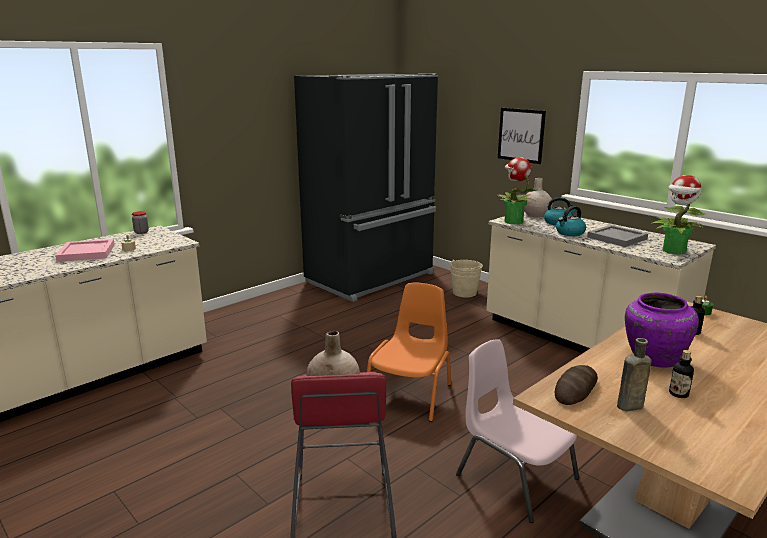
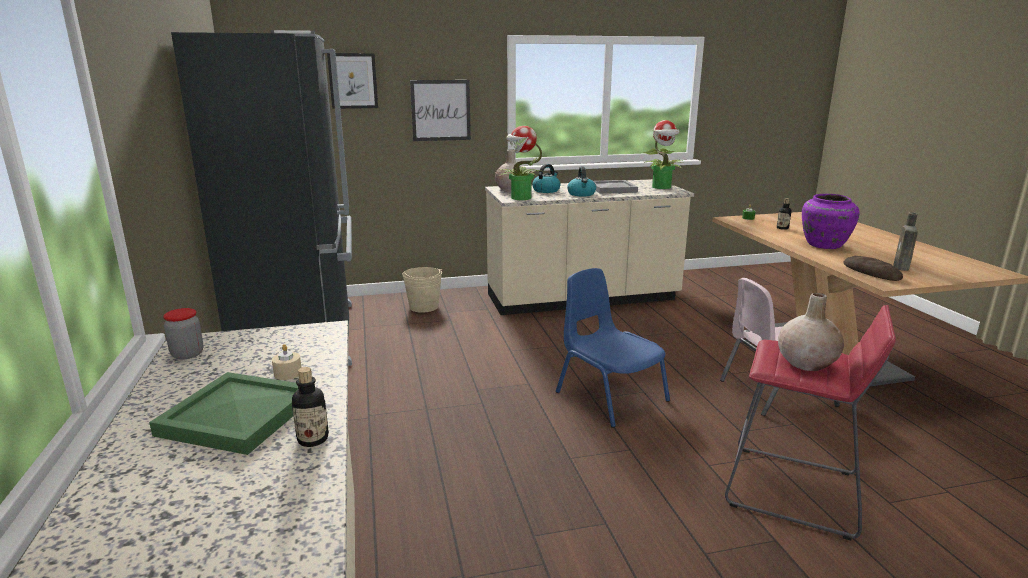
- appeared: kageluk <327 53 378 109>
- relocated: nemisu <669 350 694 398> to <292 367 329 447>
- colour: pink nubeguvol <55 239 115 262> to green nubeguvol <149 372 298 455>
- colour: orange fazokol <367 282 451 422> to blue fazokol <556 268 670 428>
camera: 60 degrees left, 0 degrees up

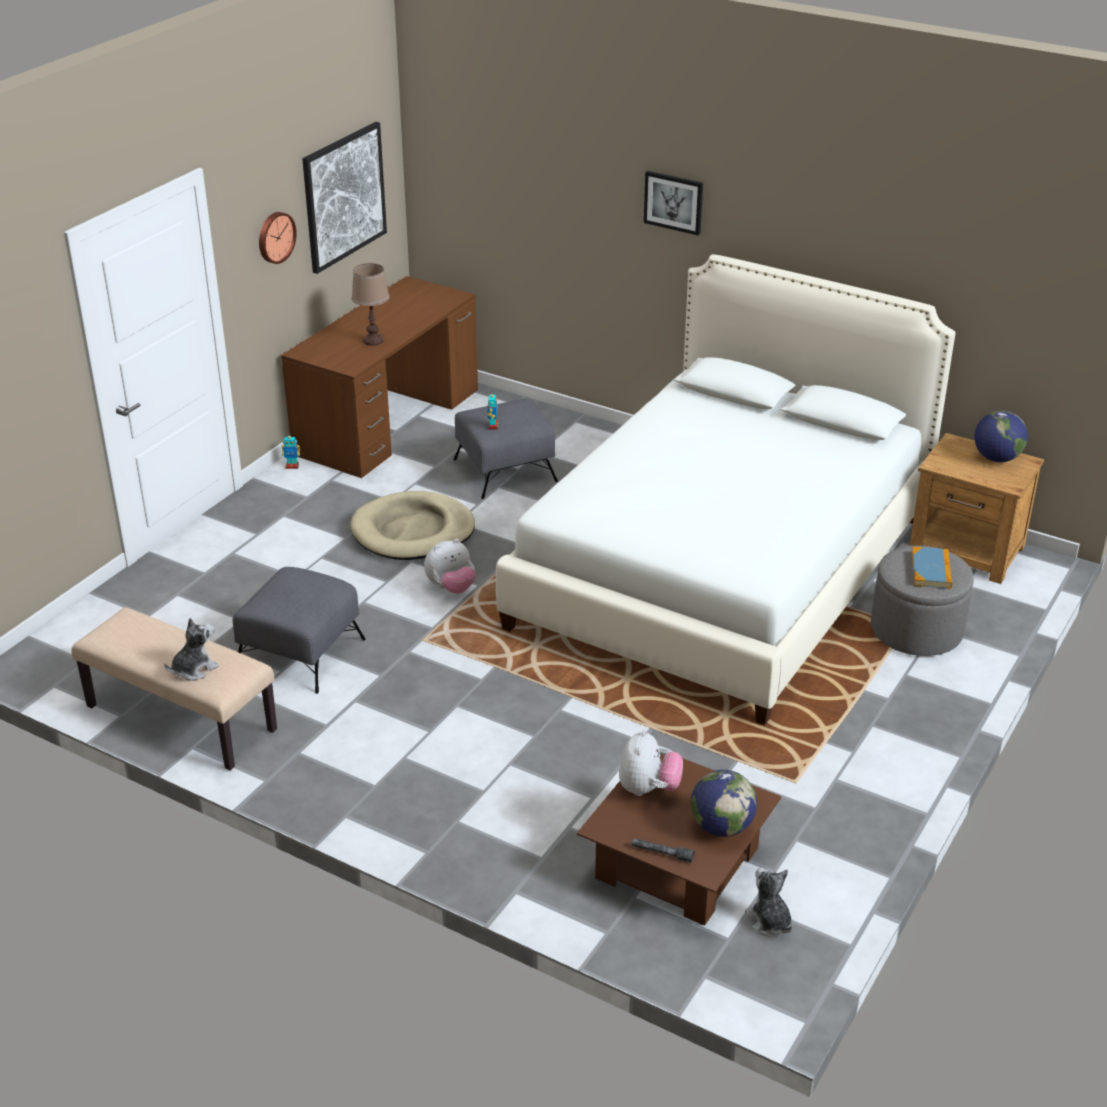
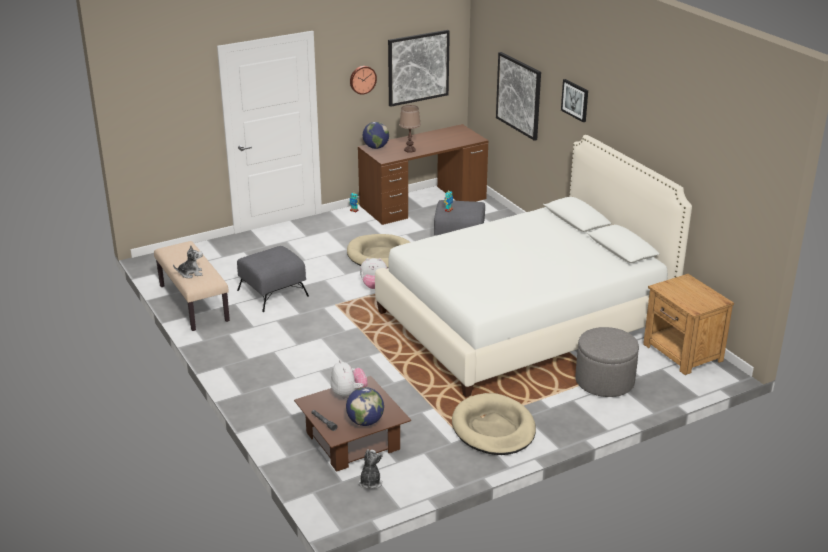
- missing: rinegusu <912 547 952 589>
- appeared: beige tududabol <452 393 536 455>
- appeared: kageluk <496 52 541 141>
- relocated: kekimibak <974 410 1028 462> to <363 122 389 149>
- spun: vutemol <619 730 683 796> = <331 360 368 399> 60 degrees counterclockwise
camera: 30 degrees right, 5 degrees down

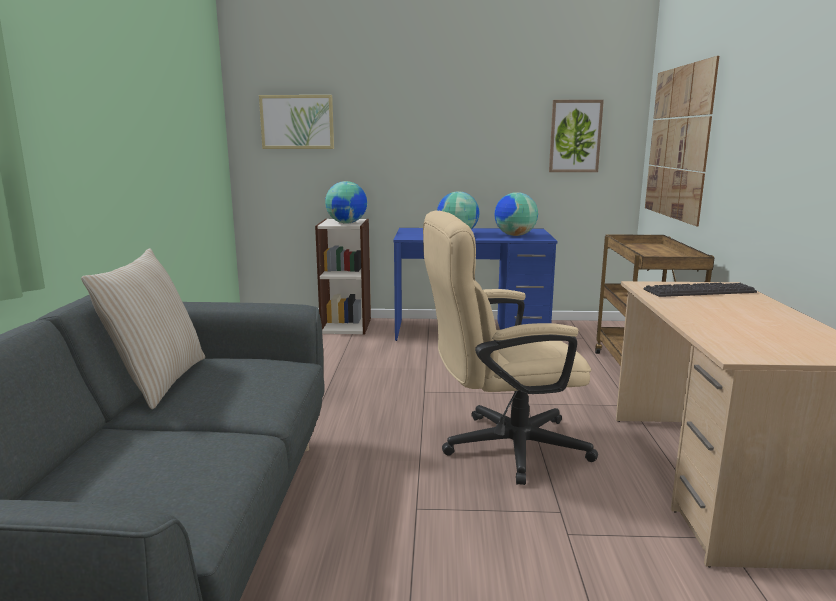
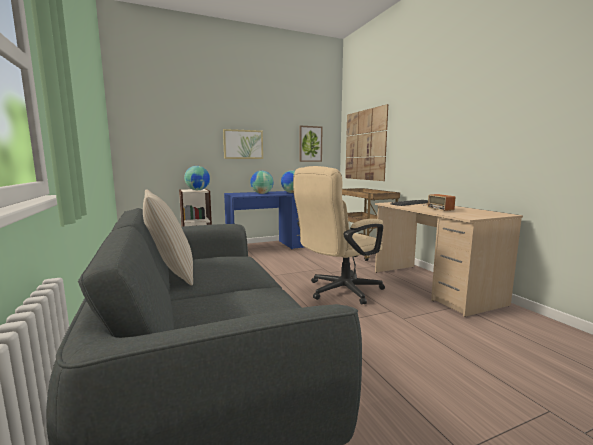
- appeared: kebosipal <422 194 455 211>
- relocated: kageluk <259 95 334 149> to <223 129 263 159>
camera: 25 degrees left, 5 degrees down

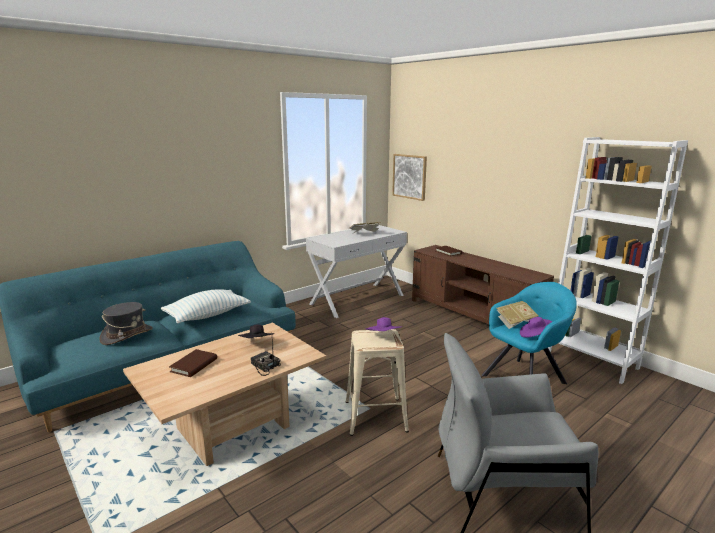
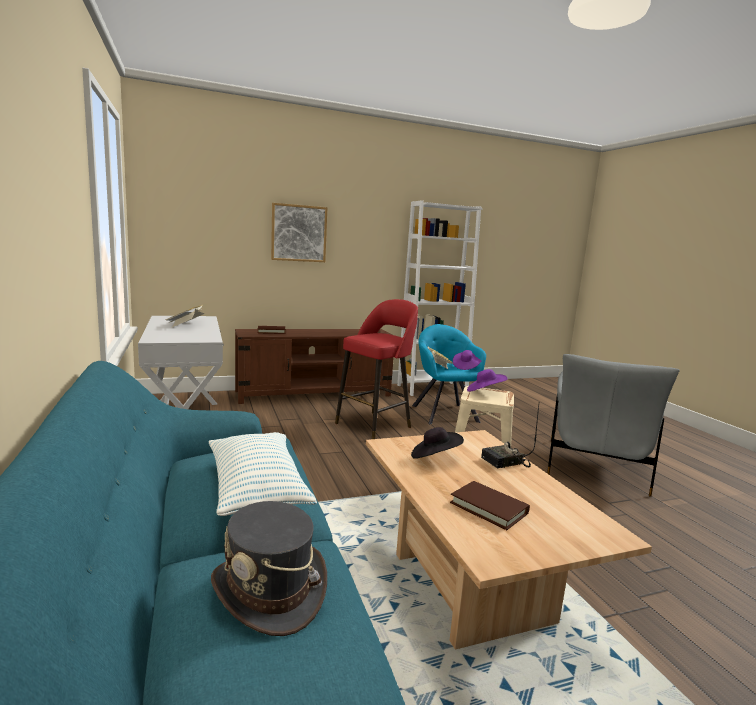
- appeared: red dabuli <335 299 418 439>
- relocated: kageluk <392 154 427 201> to <271 203 328 262>
camera: 70 degrees left, 5 degrees down

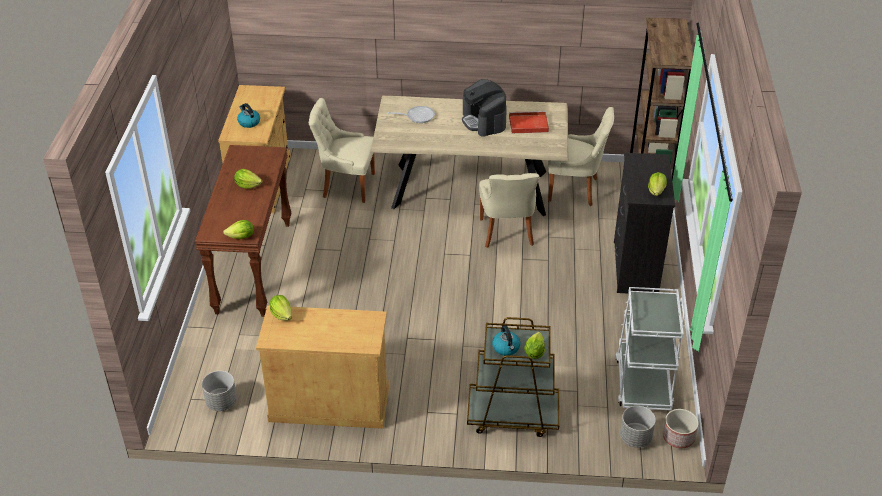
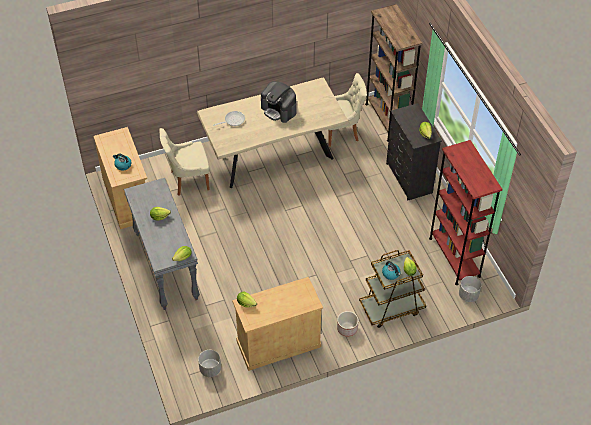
- missing: beige fazokol <479 173 540 248>
- missing: red nubeguvol <509 111 549 133>
- relocated: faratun <663 409 699 449> to <337 311 359 337>
- exchanged: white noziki <616 287 685 410> to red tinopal <429 140 502 285>
- colour: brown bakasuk <195 145 291 317> to grey bakasuk <124 178 200 310>
camera: 25 degrees left, 10 degrees up

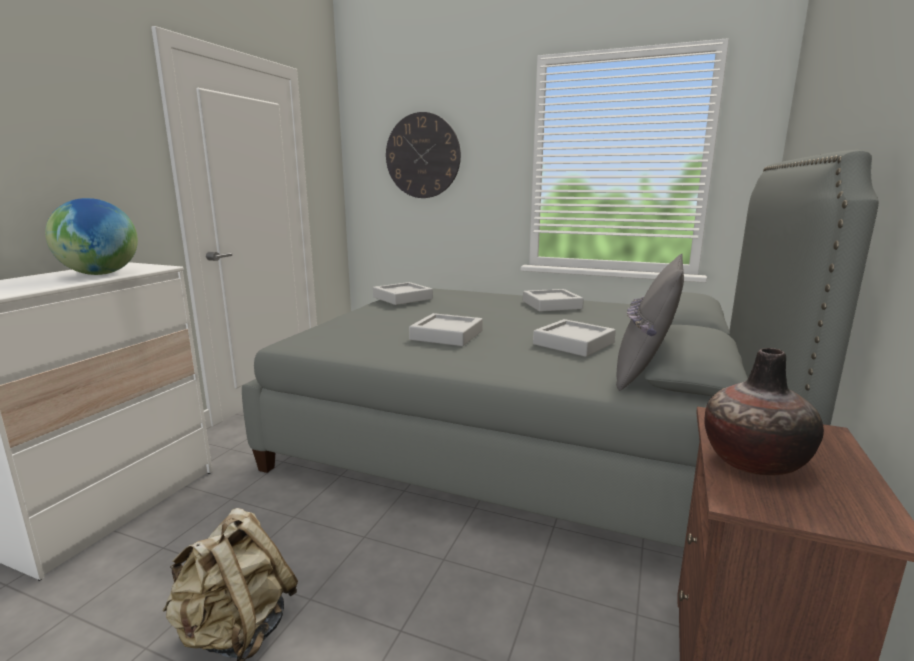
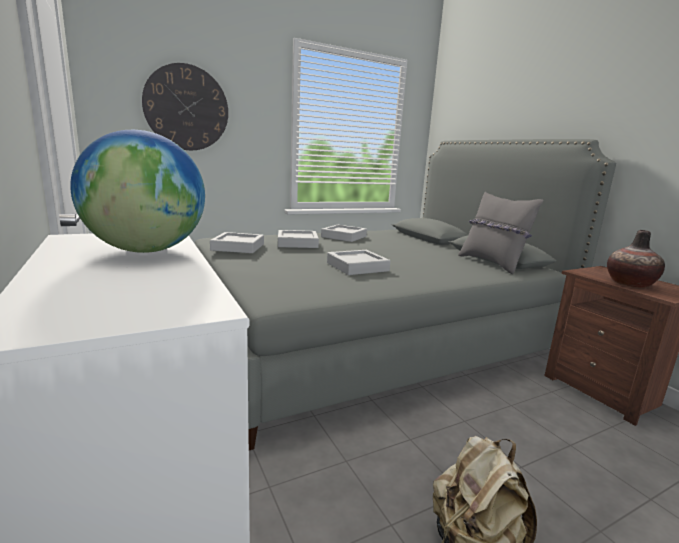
- relocated: grey nubeguvol <533 319 616 357> to <278 230 319 248>
camera: 50 degrees left, 0 degrees up

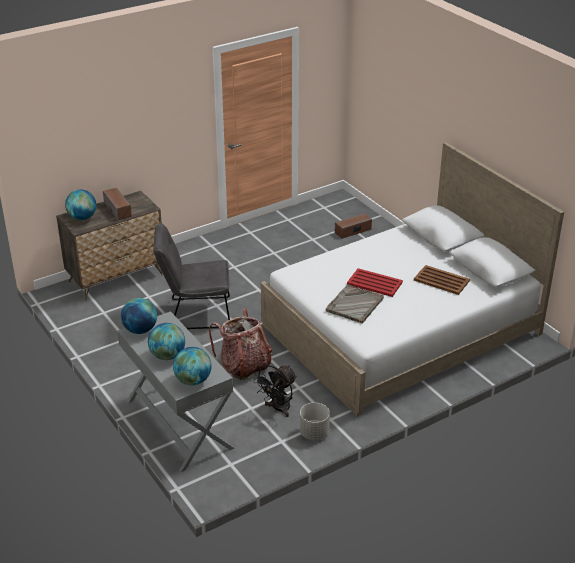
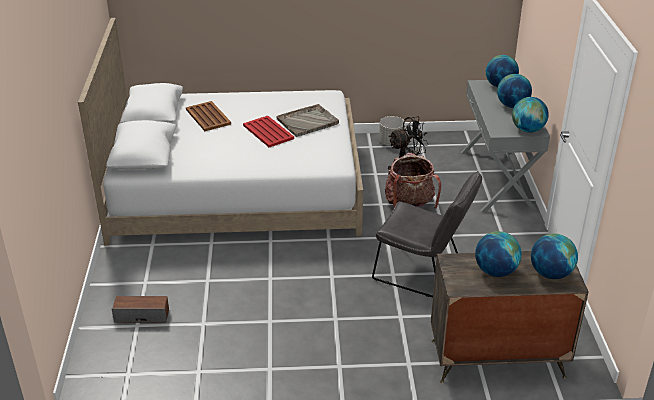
- exchanged: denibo <103 188 132 220> to kekimibak <475 231 522 277>
camera: 150 degrees left, 0 degrees up

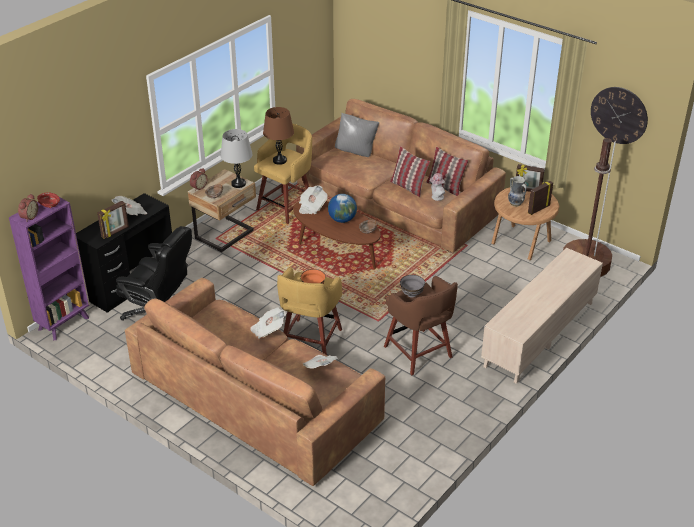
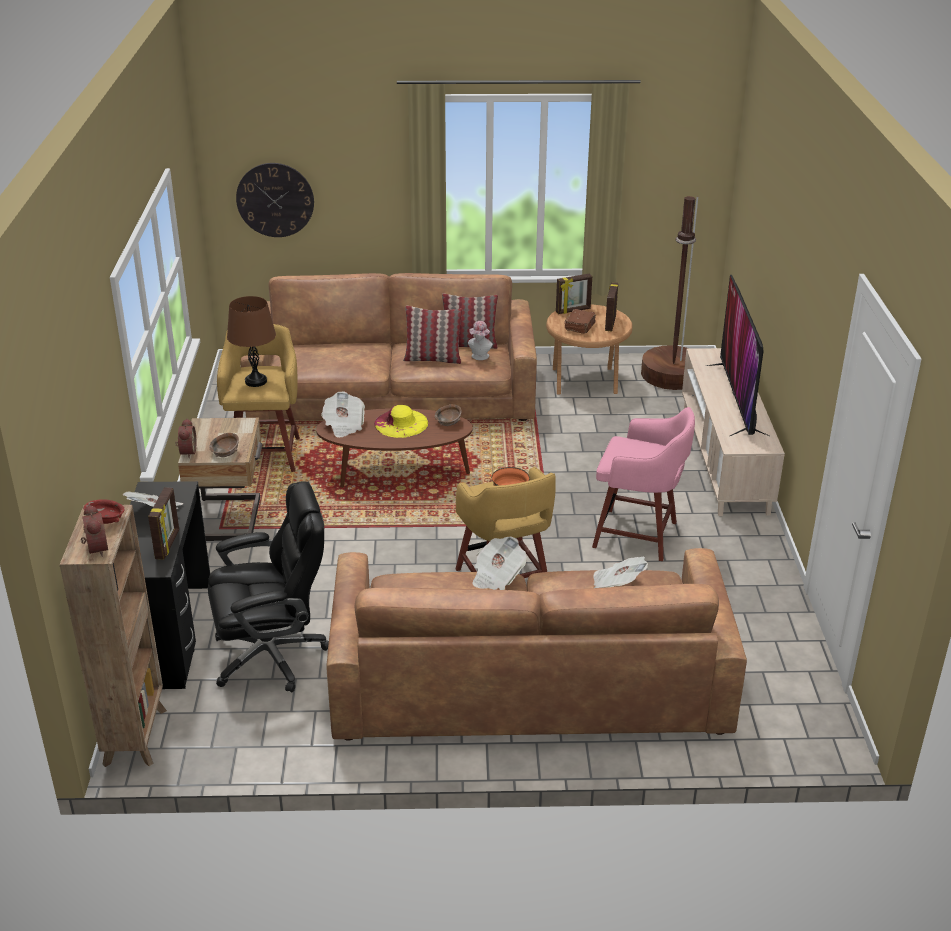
- missing: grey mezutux <220 129 253 188>
- missing: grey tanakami <335 113 380 157>
- missing: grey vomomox <400 275 425 298>
- appeared: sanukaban <707 275 769 436>
- relocated: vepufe <591 87 648 144> to <236 163 314 237>
- exchanged: kekimibak <328 194 357 223> to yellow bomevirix <374 405 428 438>
- exchanged: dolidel <508 176 527 207> to brown rinegusu <564 309 596 334>
- colour: purple tinopal <9 197 90 340> to brown tinopal <60 505 167 767>
- colour: brown dabuli <384 276 458 375> to pink dabuli <592 407 695 561>
camera: 40 degrees left, 5 degrees down

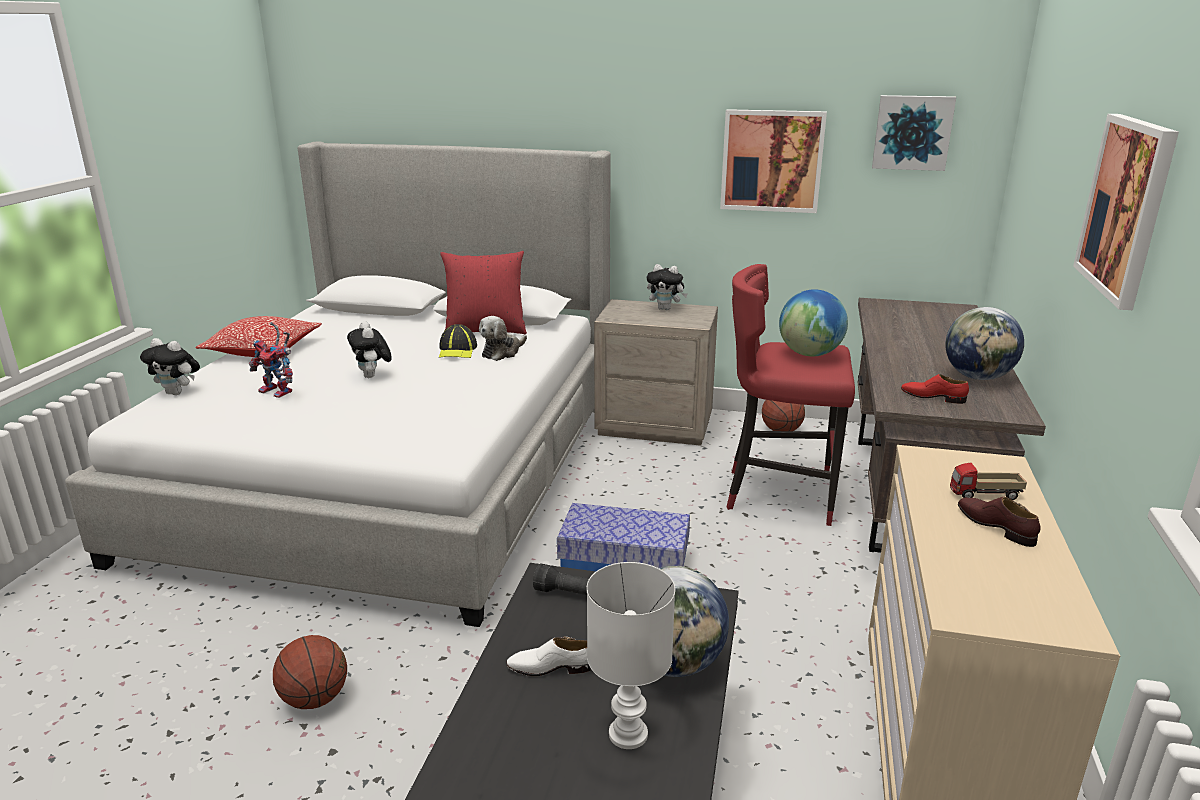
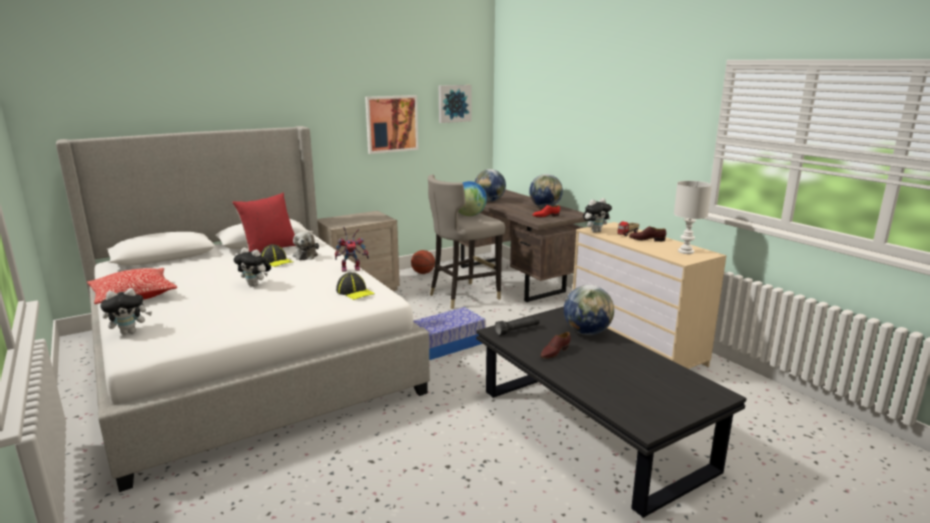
- missing: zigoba <273 635 347 709>
- missing: kageluk <1073 114 1179 310>
- appeared: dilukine <336 272 375 300>
- appeared: kekimibak <475 169 506 202>
- relocated: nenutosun <249 322 293 398> to <335 226 369 272>
- relocated: white mezutux <587 562 675 749> to <674 181 712 254>
- relocated: vutemol <646 264 688 310> to <583 198 612 233>
- colour: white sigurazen <506 636 591 676> to brown sigurazen <540 332 571 359>
- colour: red dabuli <727 264 855 526> to grey dabuli <428 174 505 309>
camera: 45 degrees left, 5 degrees down

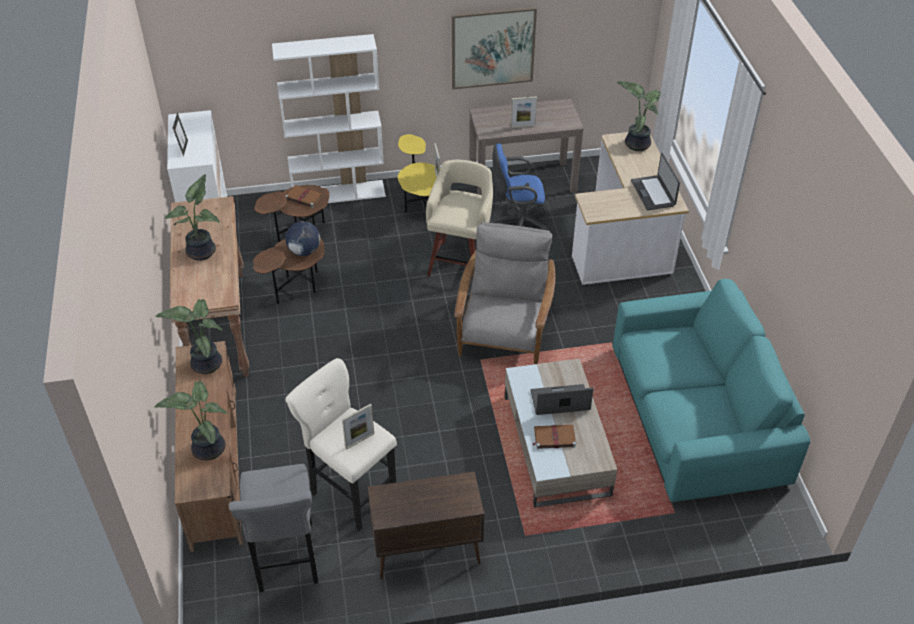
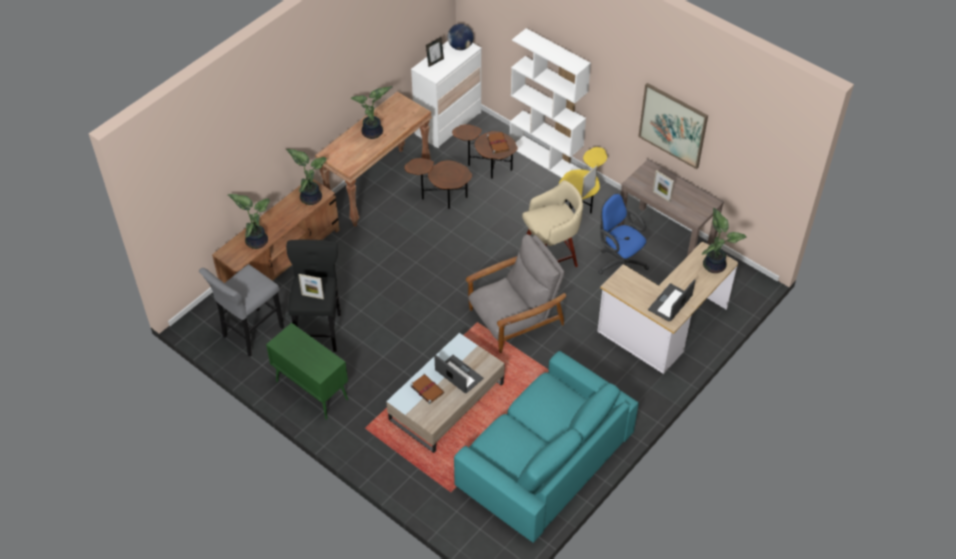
- relocated: kekimibak <285 221 320 256> to <447 24 474 50>
- colour: beige dabuli <285 358 397 531> to black dabuli <286 240 341 352>
- colour: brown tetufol <368 472 484 579> to green tetufol <266 323 348 420>
camera: 50 degrees right, 5 degrees up

